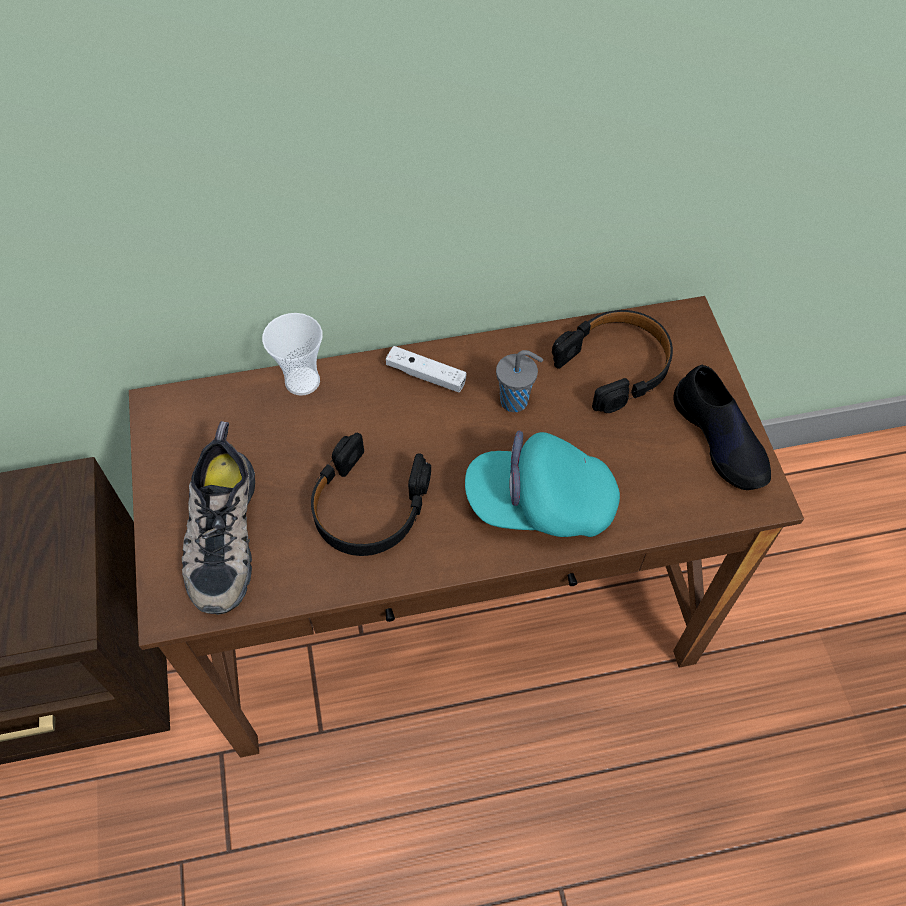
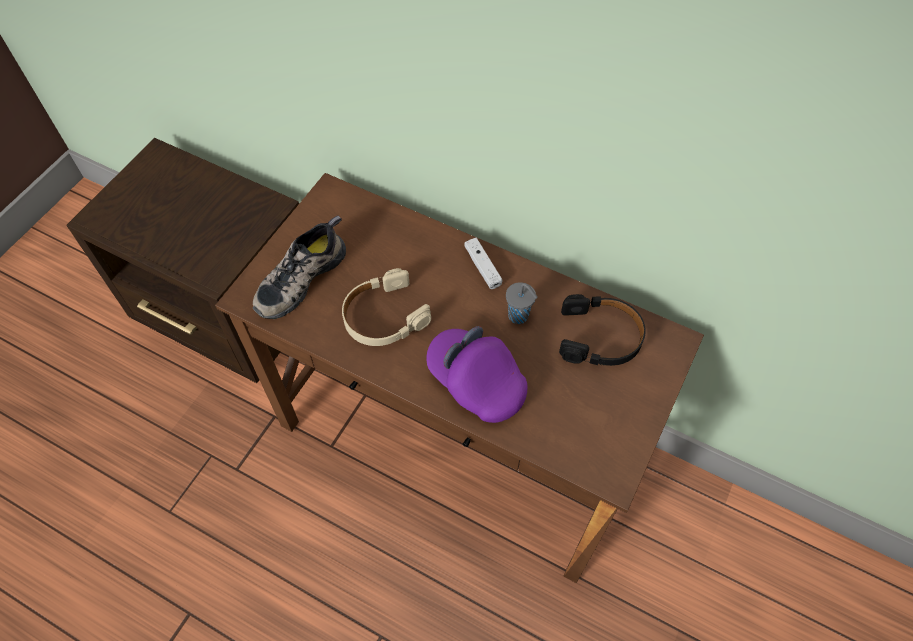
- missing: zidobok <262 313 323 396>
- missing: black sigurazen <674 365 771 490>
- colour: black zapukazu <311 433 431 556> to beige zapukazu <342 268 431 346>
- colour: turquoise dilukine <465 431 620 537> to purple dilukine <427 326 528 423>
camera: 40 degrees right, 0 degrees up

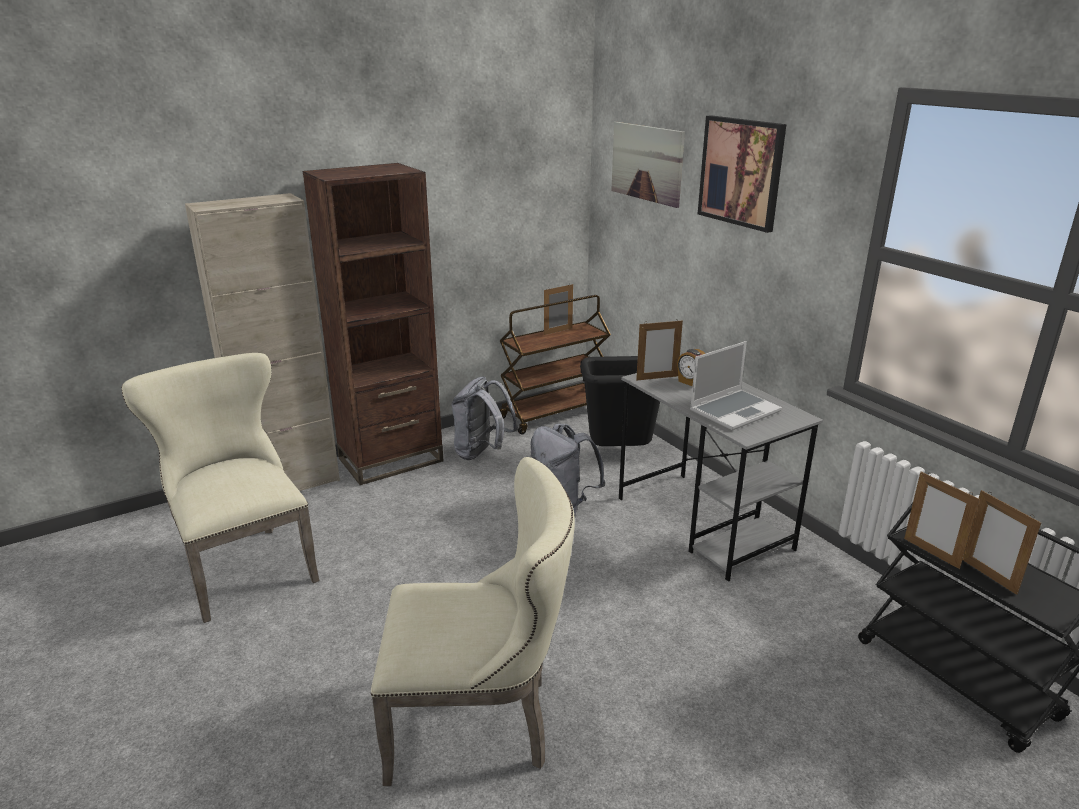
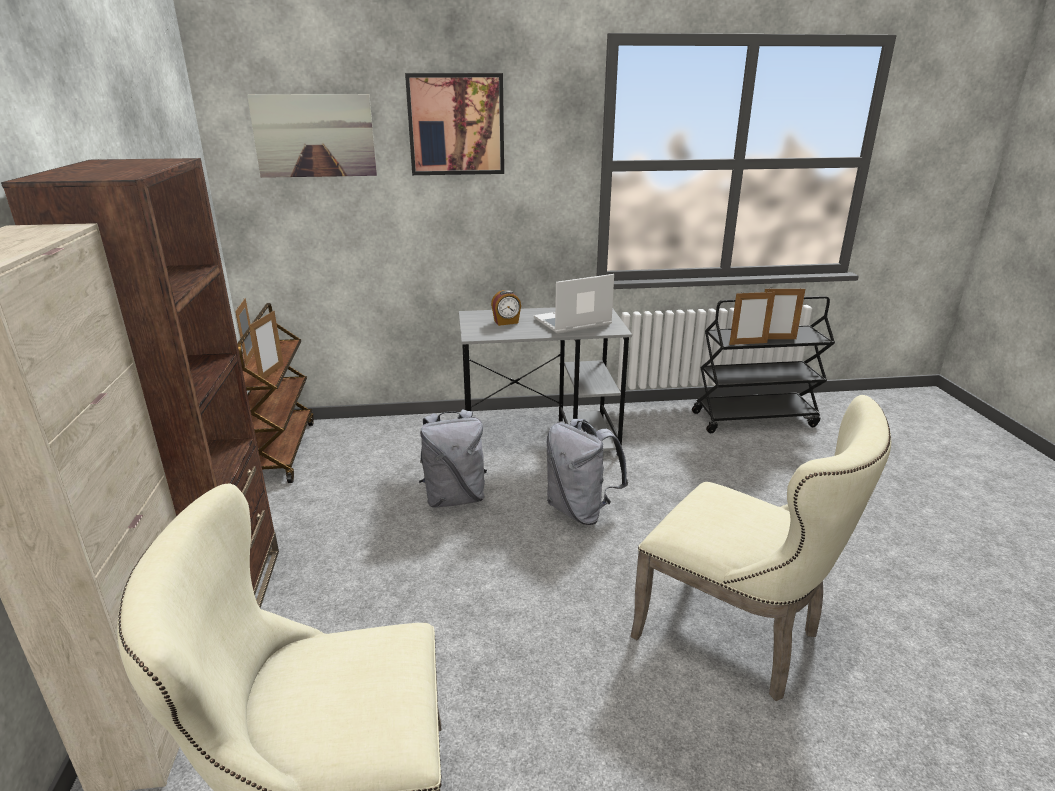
- missing: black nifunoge <580 356 660 446>
- relocated: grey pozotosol <452 376 518 460> to <546 419 628 525>
- relocated: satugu <636 319 683 381> to <249 311 283 383>
- spun: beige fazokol <371 457 575 786> = <630 395 891 701> 105 degrees clockwise
- spun: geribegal <690 341 782 431> = <534 274 614 334> 105 degrees counterclockwise
camera: 65 degrees left, 0 degrees up

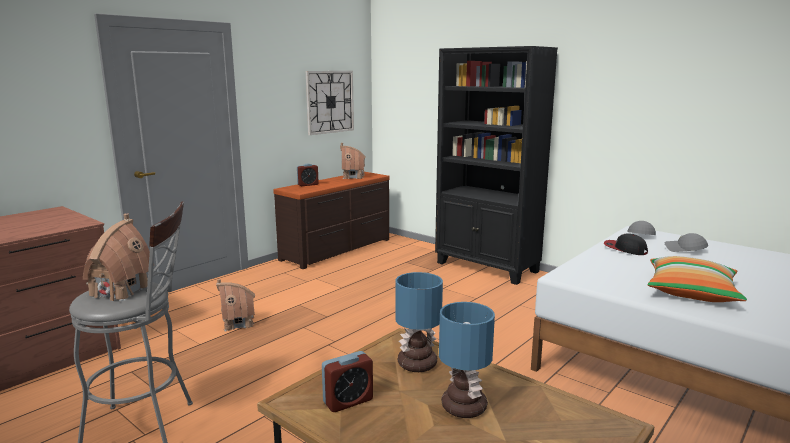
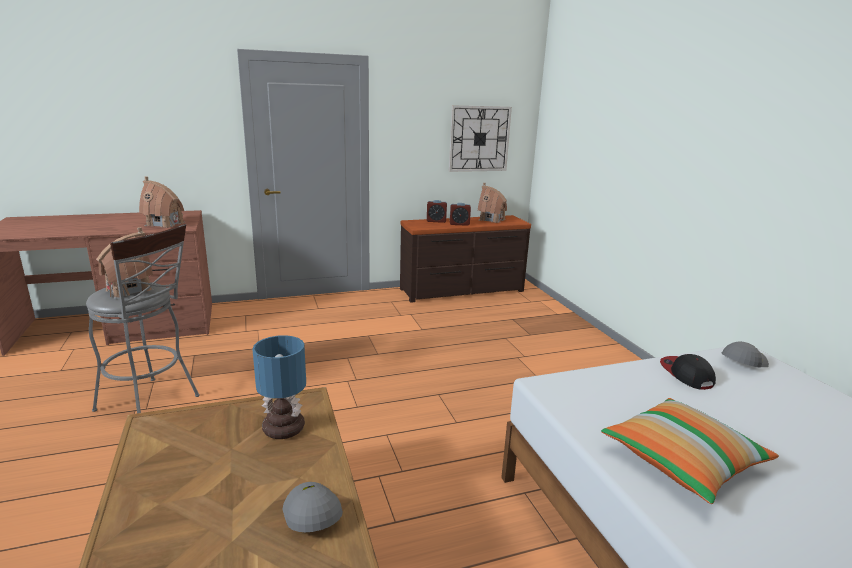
- missing: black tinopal <435 46 558 285>
- missing: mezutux <439 302 495 418>
- relocated: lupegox <216 279 255 331> to <139 176 185 228>
- relocated: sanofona <322 351 373 412> to <450 203 471 226>
- relocated: grey dilukine <665 233 708 252> to <283 482 343 532>
camera: 30 degrees right, 5 degrees up

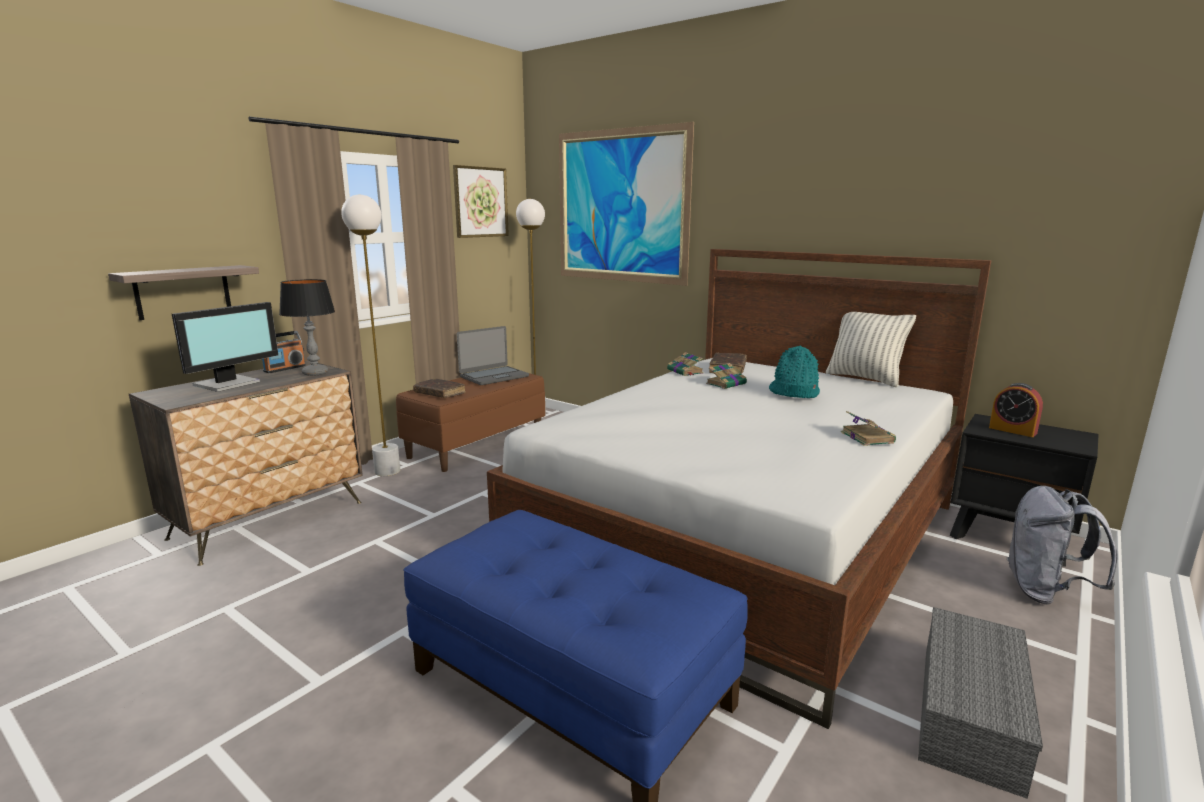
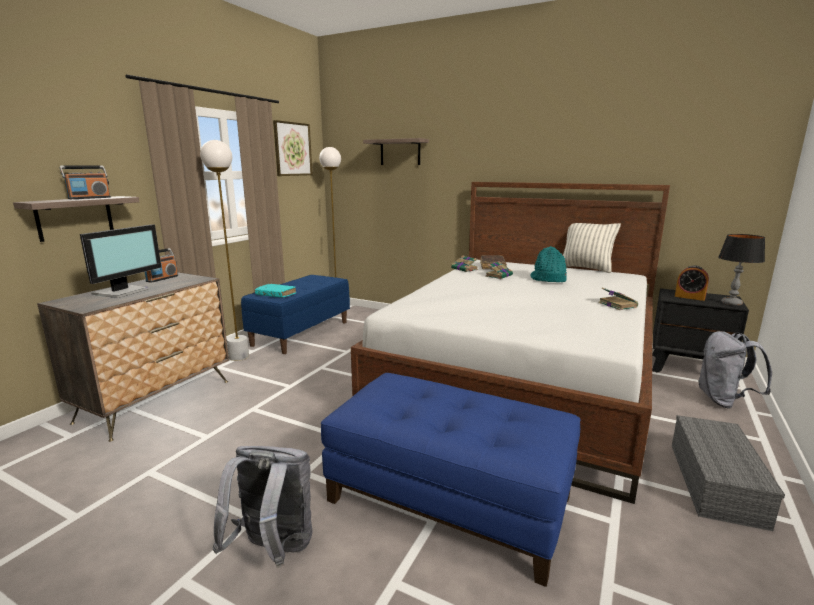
- missing: geribegal <457 326 529 385>
- appeared: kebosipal <60 165 111 199>
- appeared: grey pozotosol <212 446 313 568>
- relocated: mezutux <279 279 335 376> to <718 234 765 306>
- exchanged: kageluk <559 122 694 286> to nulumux <363 138 429 165>
- colour: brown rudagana <396 373 545 472> to blue rudagana <241 275 350 354>
- colour: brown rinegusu <413 378 466 398> to turquoise rinegusu <255 284 296 298>
camera: 10 degrees left, 0 degrees up

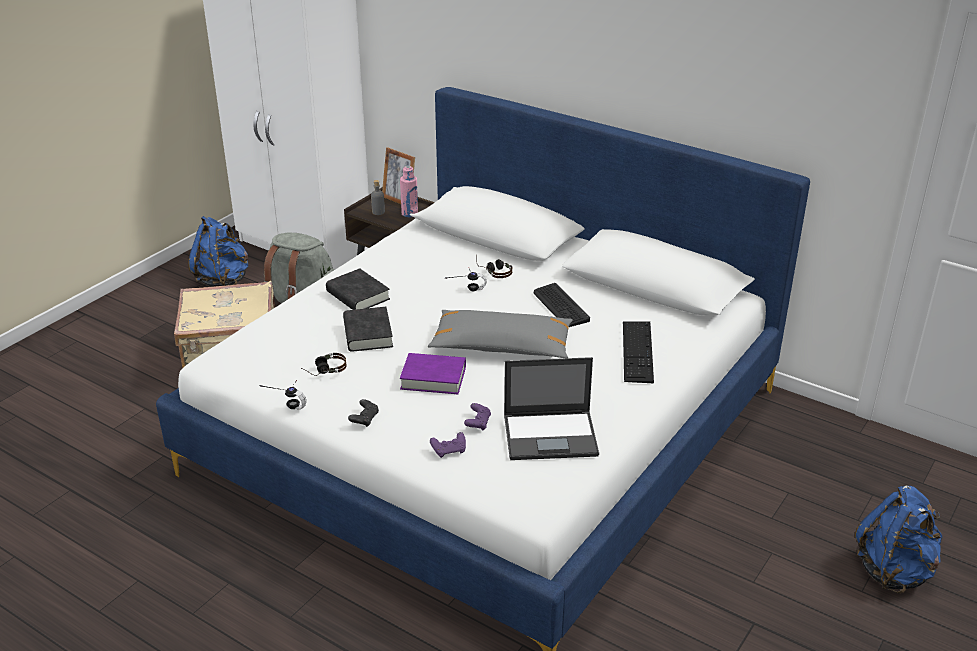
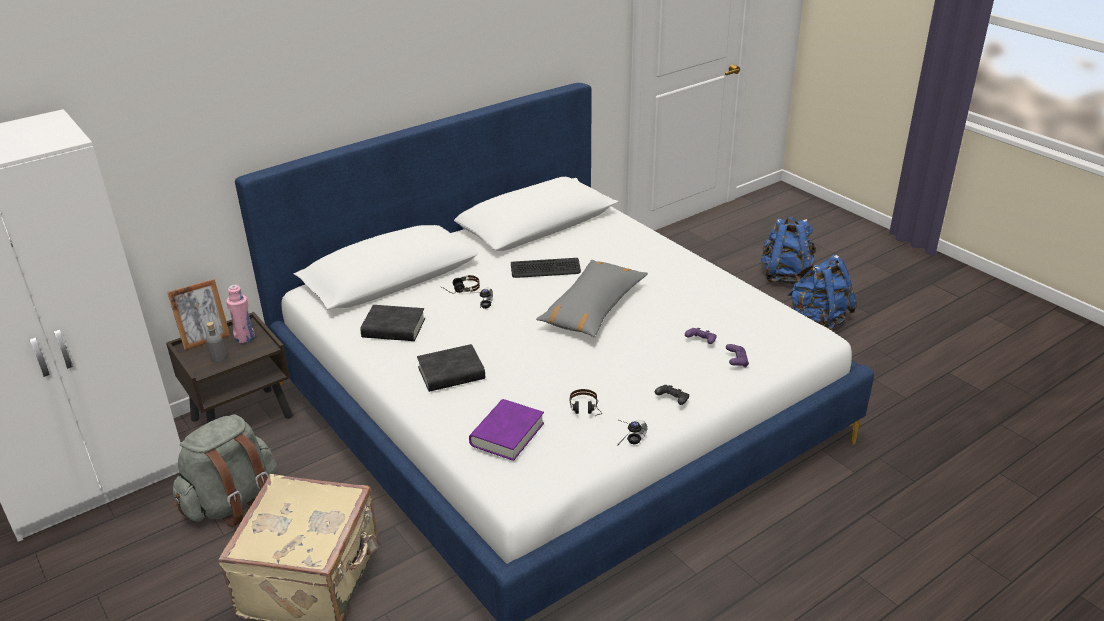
- missing: geribegal <504 357 599 460>
- missing: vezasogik <623 321 654 383>
- relocated: blue pozotosol <188 216 248 287> to <787 255 857 330>
- relocated: black rinegusu <343 307 393 352> to <360 305 425 341>
- relocated: purple rinegusu <400 353 466 394> to <469 399 544 461>
camera: 70 degrees left, 0 degrees up

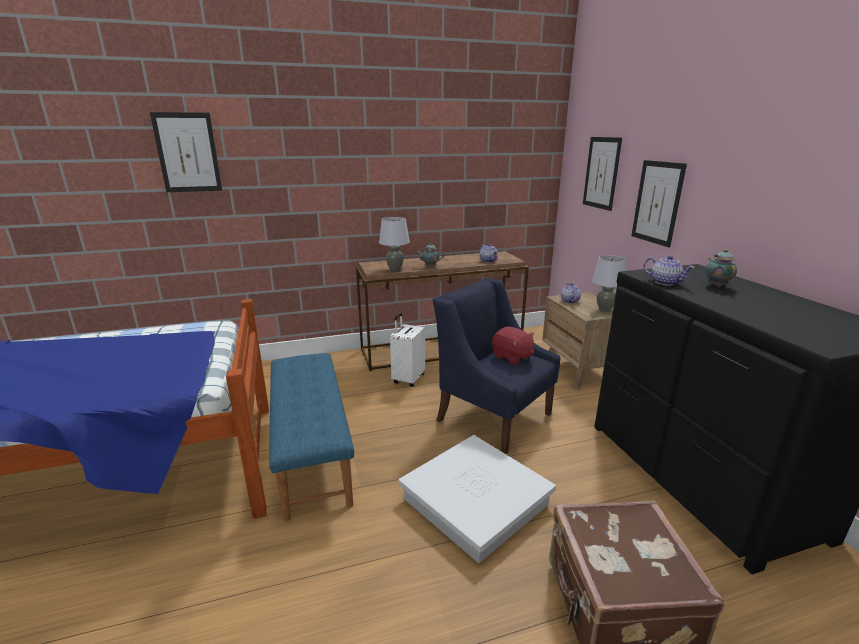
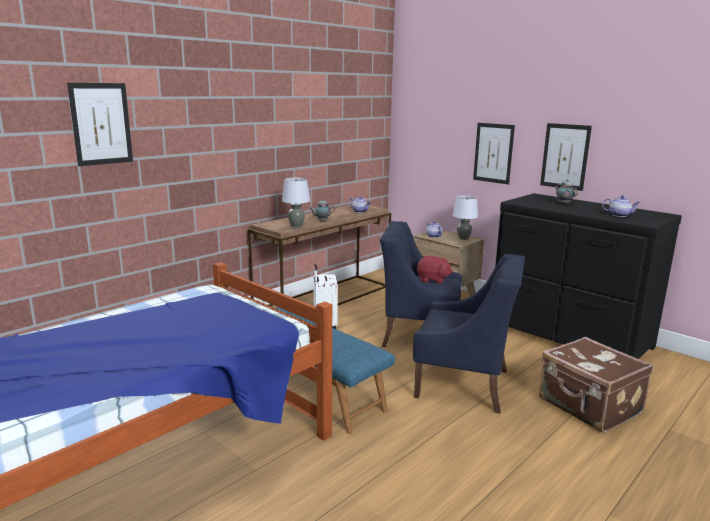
- relocated: kageluk <583 137 622 211> to <540 123 592 191>
- relocated: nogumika <644 256 695 285> to <602 195 640 217>
- exchanged: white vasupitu <398 435 556 563> to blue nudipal <413 254 525 413>
camera: 30 degrees left, 5 degrees down

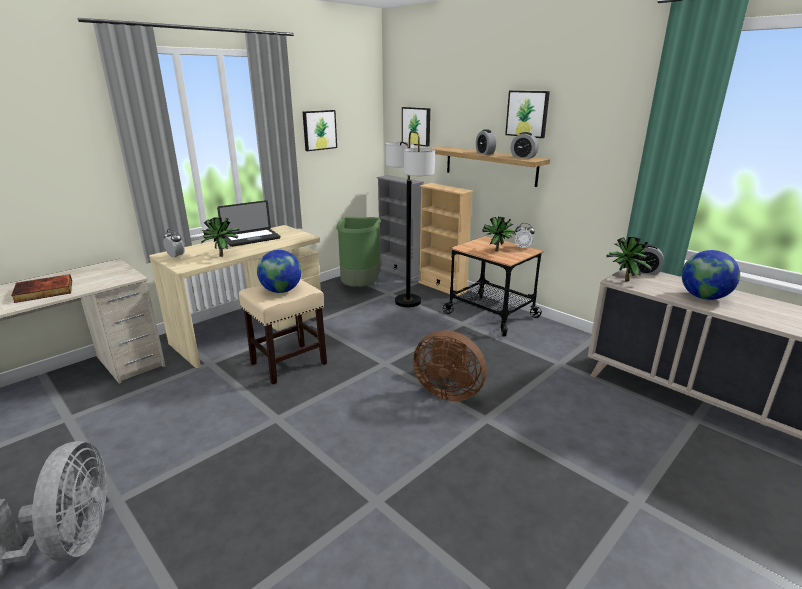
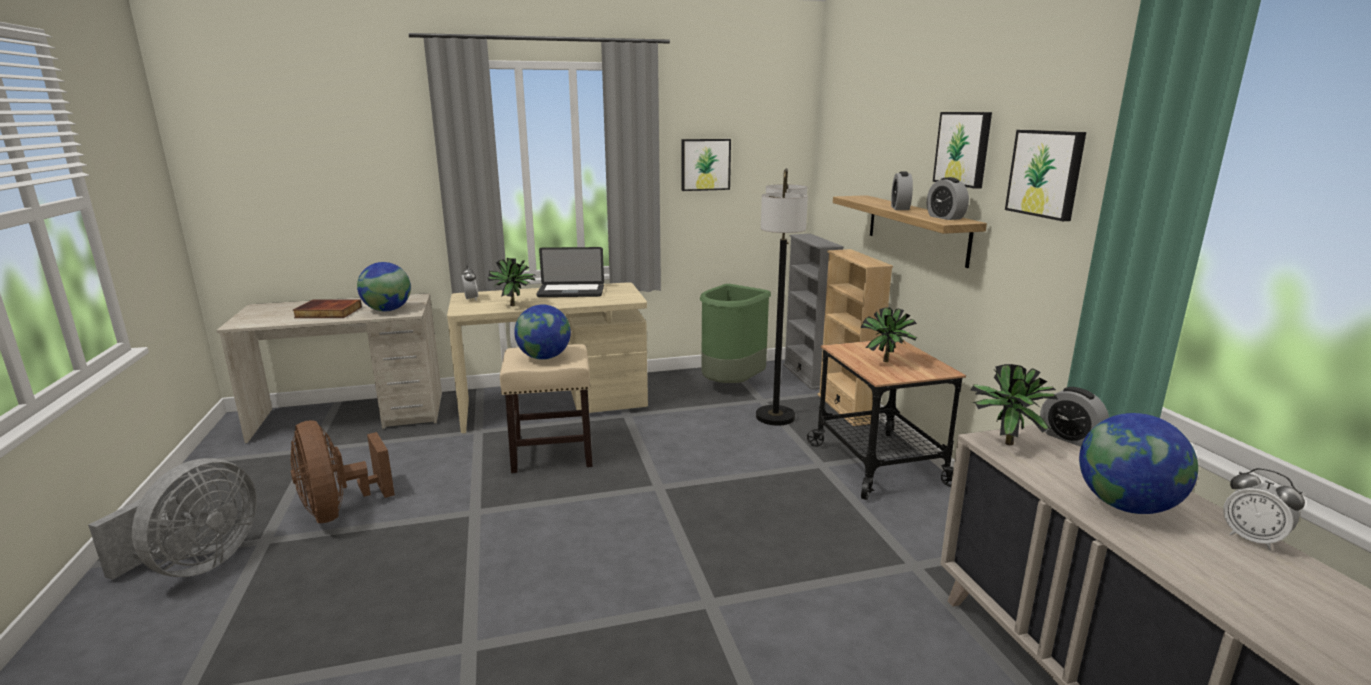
- appeared: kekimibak <357 262 411 311>
- relocated: kageluk <402 107 430 147> to <1005 130 1086 221>
- relocated: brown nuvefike <413 330 487 401> to <291 420 395 523>
- relocated: sanofona <515 223 535 249> to <1223 468 1305 551>
camera: 30 degrees right, 5 degrees down

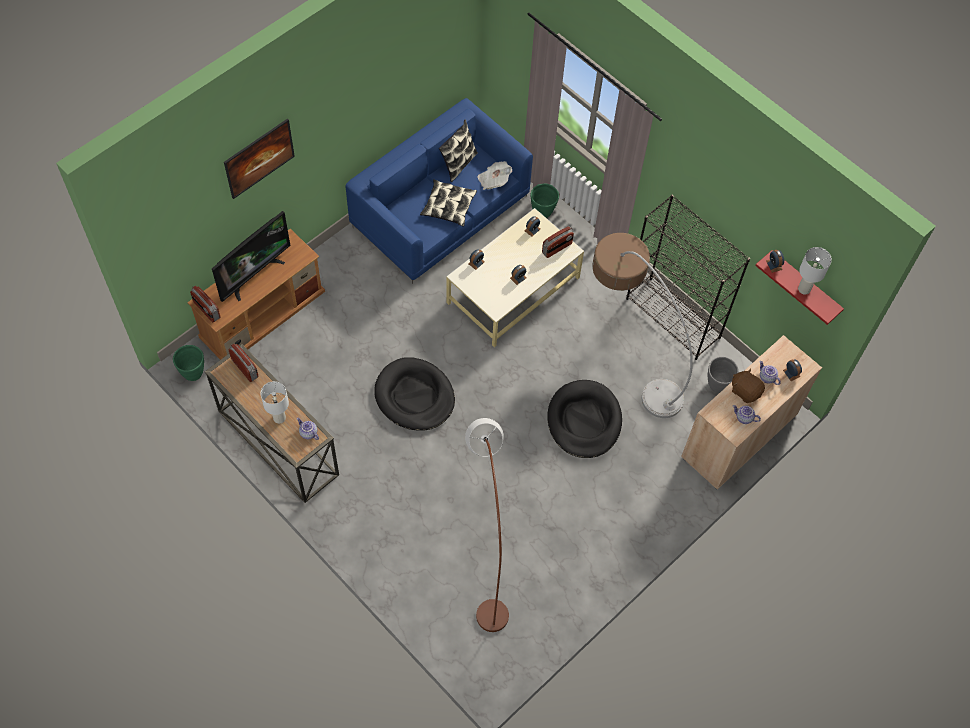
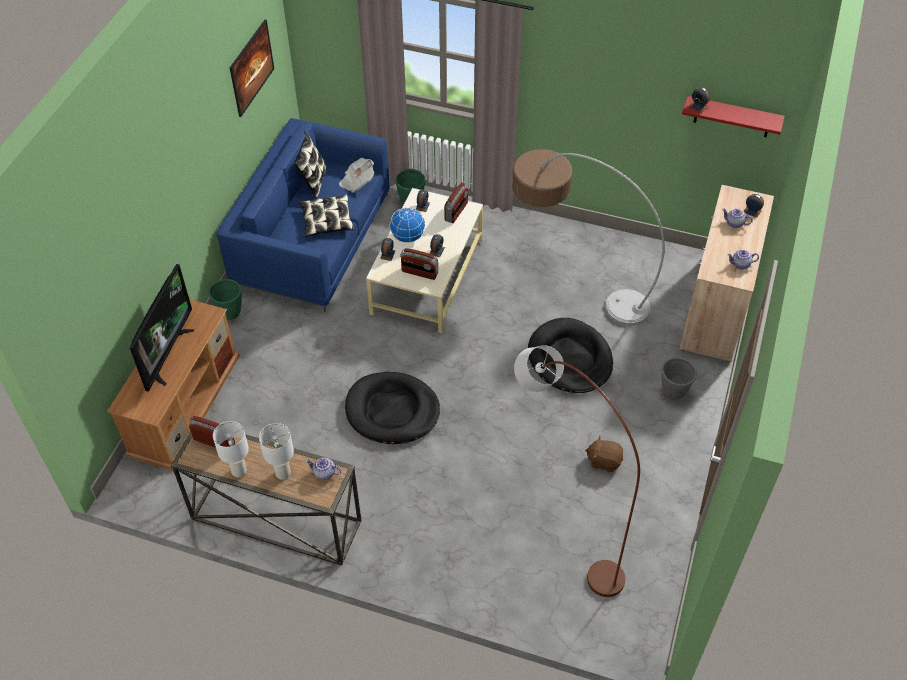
- missing: black tinopal <626 195 750 360>
- appeared: kekimibak <390 207 425 243>
- relocated: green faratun <173 345 204 381> to <209 279 242 320>
- relocated: kebosipal <190 286 221 323> to <400 248 439 280>
- relocated: kageluk <224 119 295 199> to <230 20 274 117>
- relocated: grey faratun <708 357 739 392> to <661 357 697 400>
- relocated: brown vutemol <732 368 765 403> to <585 436 623 472>
- relocated: white mezutux <798 247 832 295> to <213 421 249 478>
camera: 25 degrees left, 10 degrees down

